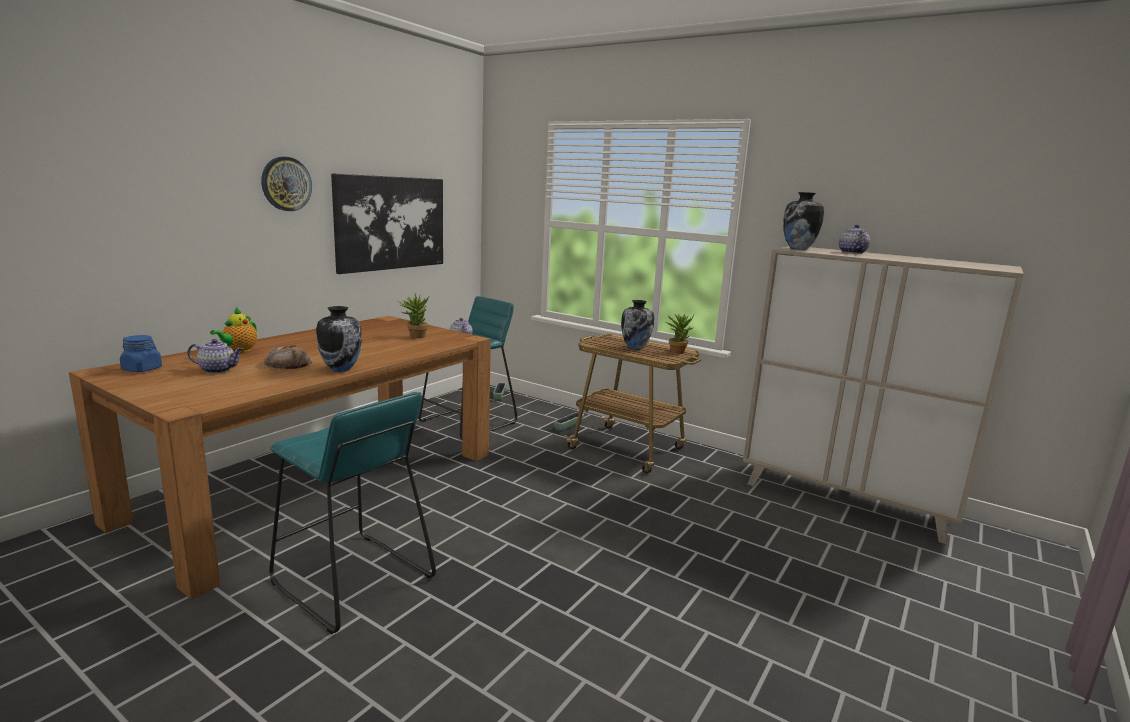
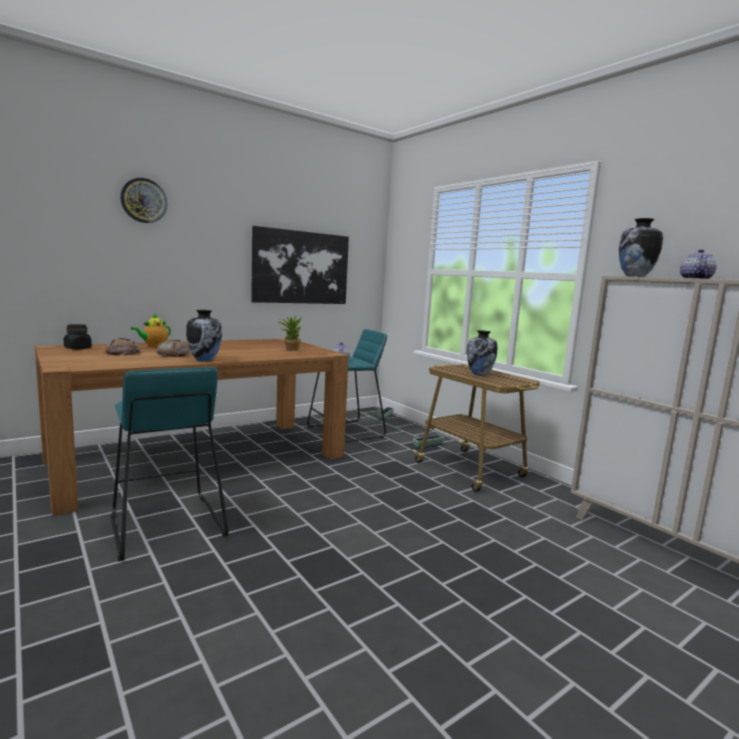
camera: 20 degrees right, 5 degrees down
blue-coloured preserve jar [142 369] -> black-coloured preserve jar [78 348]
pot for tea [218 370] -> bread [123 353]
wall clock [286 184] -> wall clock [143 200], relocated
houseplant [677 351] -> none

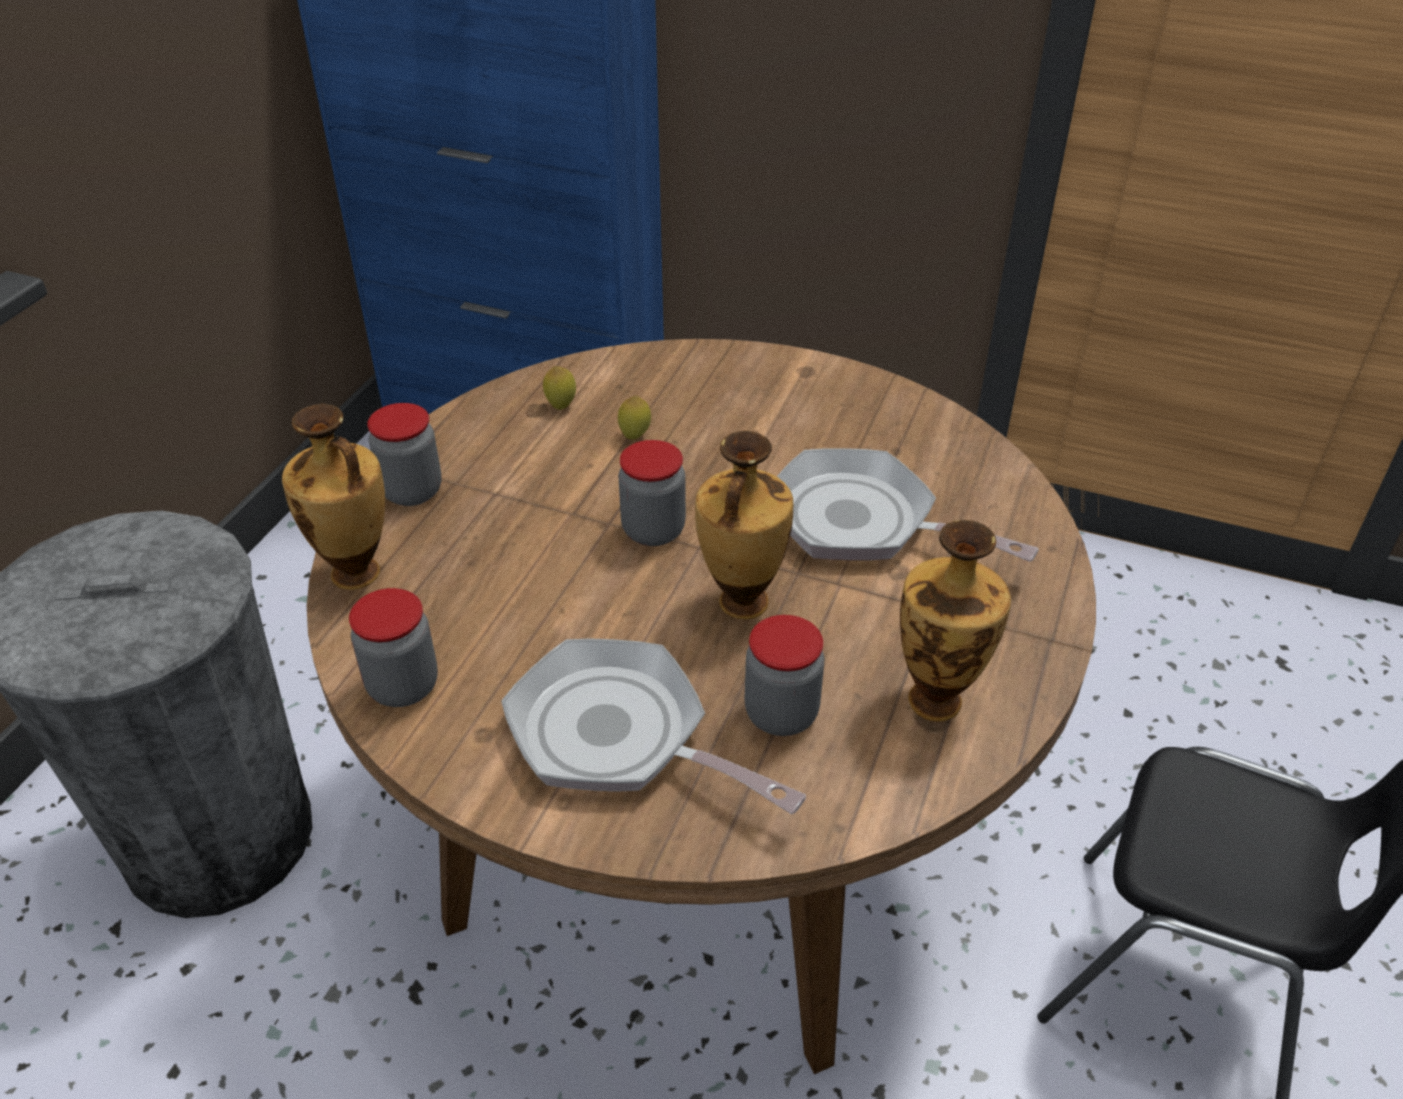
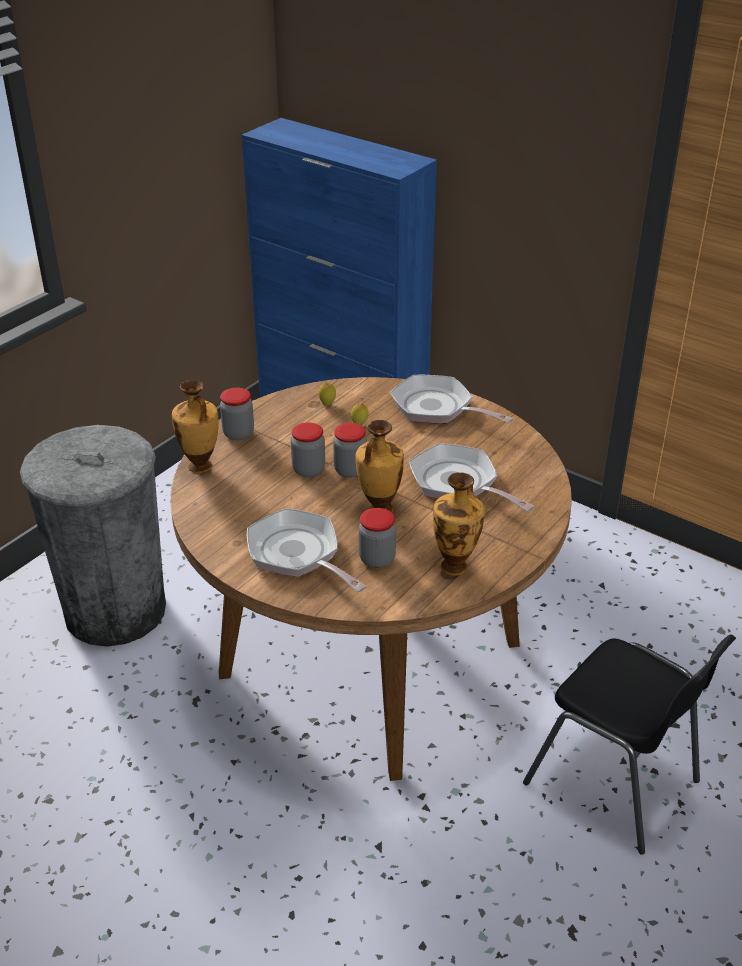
camera: 15 degrees right, 5 degrees down
preserve jar [403 686] -> preserve jar [308 470], relocated
none -> skillet [437 408]

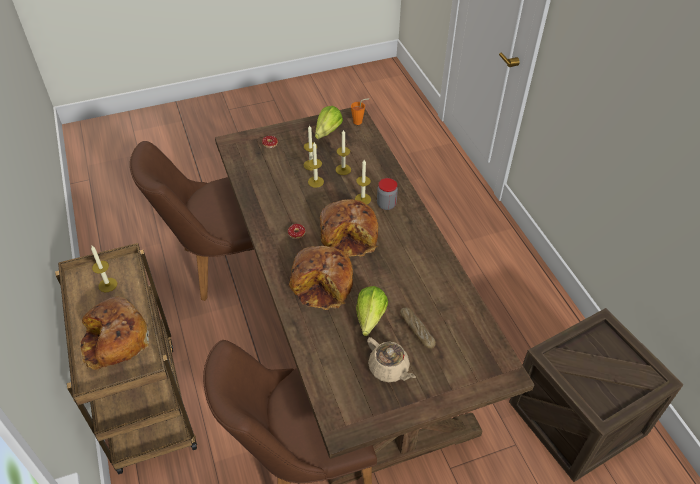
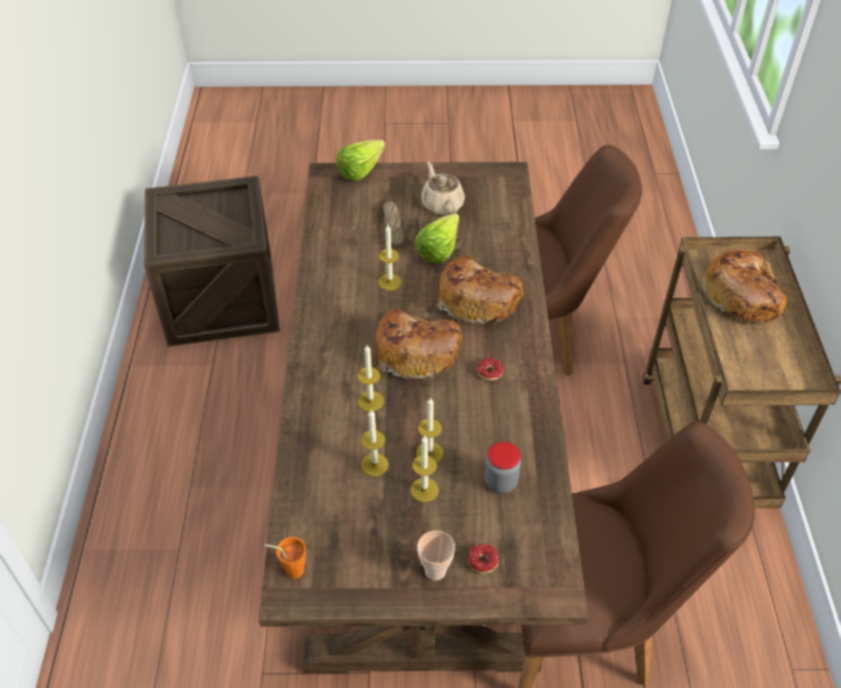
camera: 160 degrees left, 0 degrees up
lettuce head [325 134] -> lettuce head [365 170], relocated
wax candle [107 285] -> wax candle [389 282], relocated
none -> cup [435 571]
preserve jar [386 204] -> preserve jar [501 482], relocated

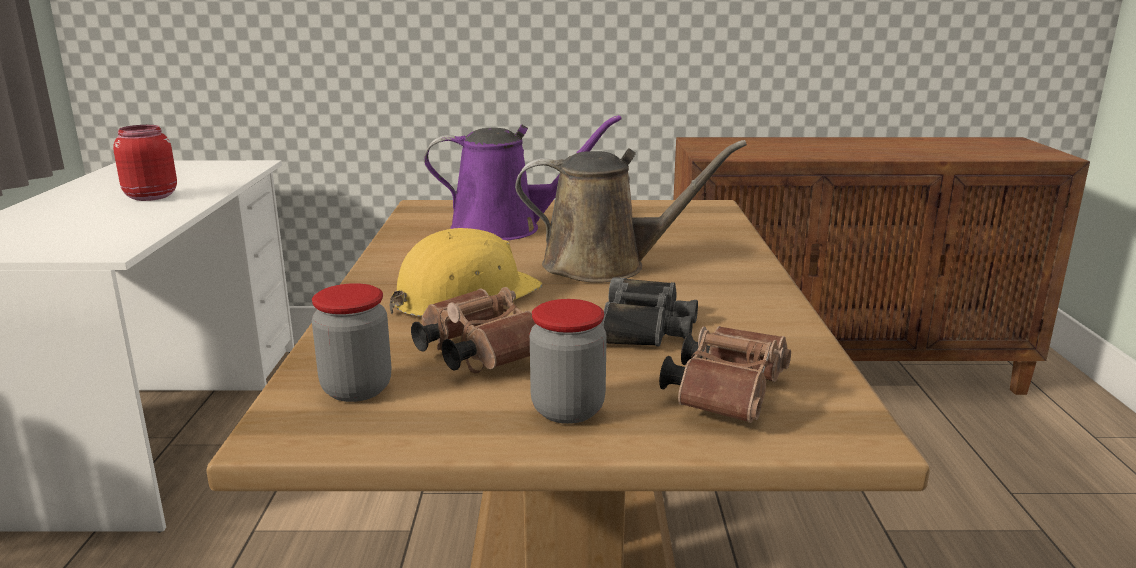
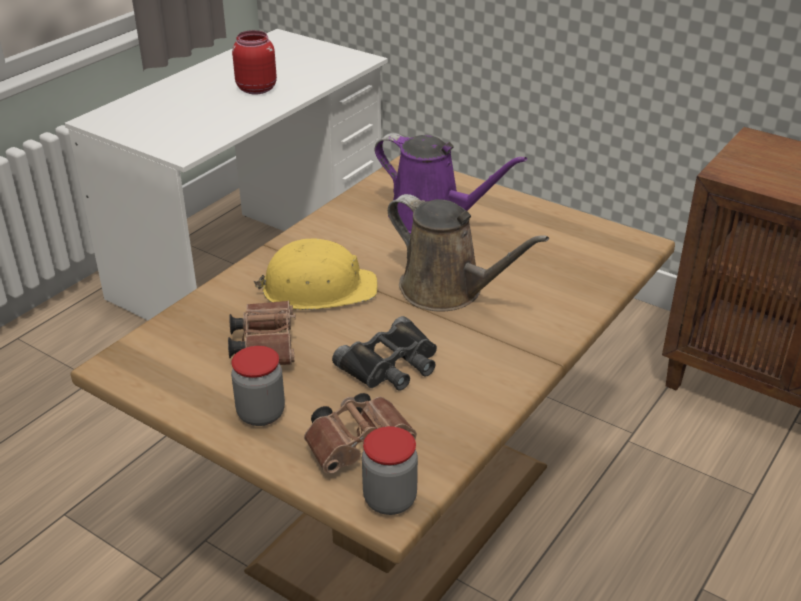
camera: 35 degrees right, 15 degrees up
preserve jar [356 389] -> preserve jar [390 500], relocated

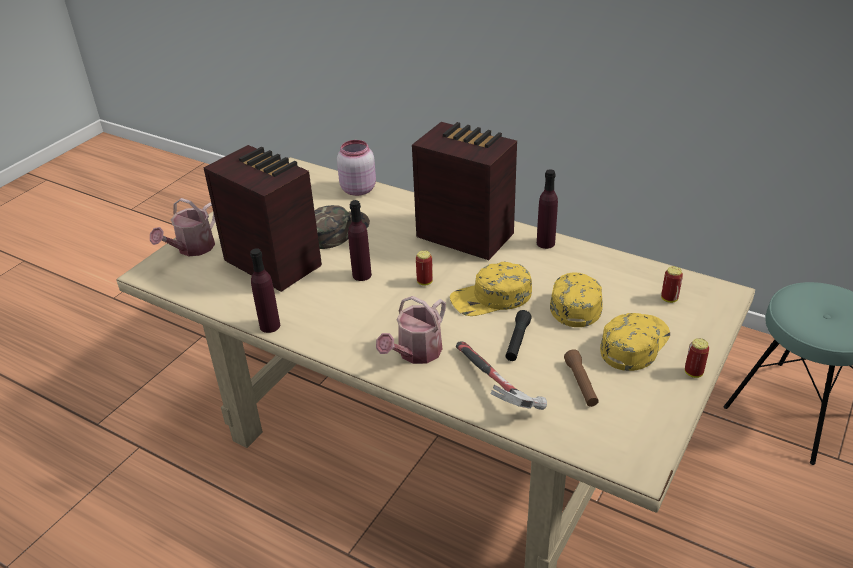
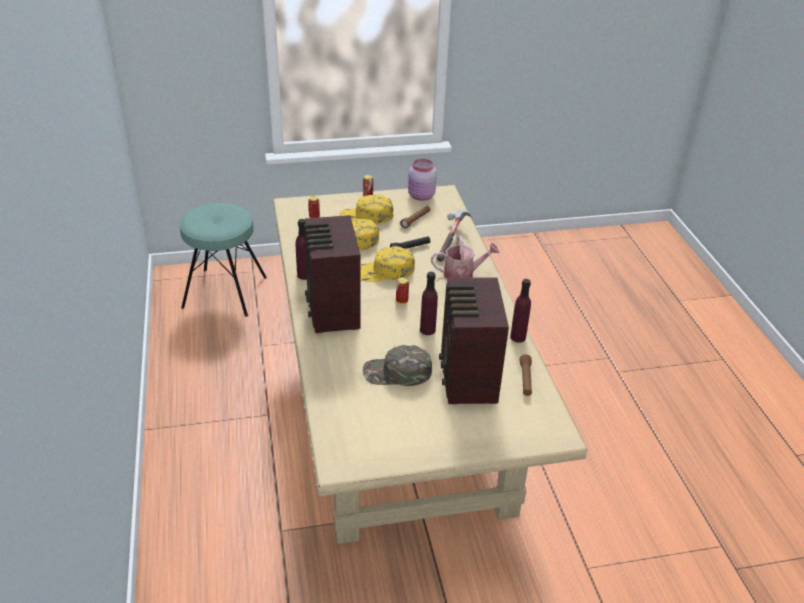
camera: 135 degrees left, 0 degrees up
yellow-coloured peaked cap [491 298] -> yellow-coloured peaked cap [385 271], 135 degrees clockwise
pink preserve jar [357 189] -> pink preserve jar [421 196], relocated
none -> brownish hand torch [525 379]
watering pot [192 249] -> none

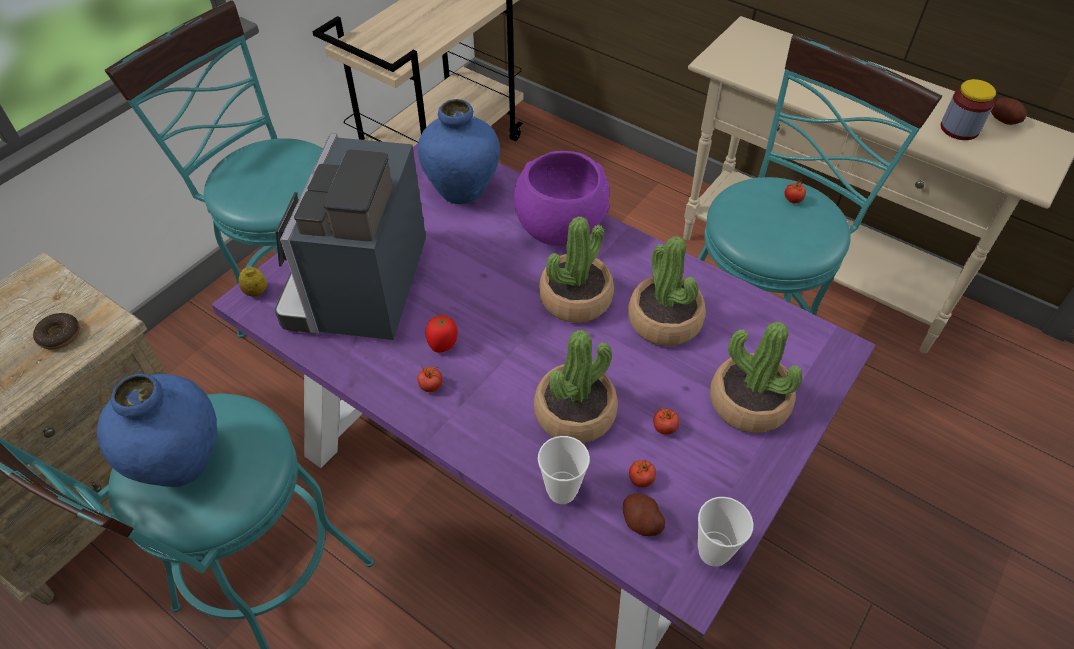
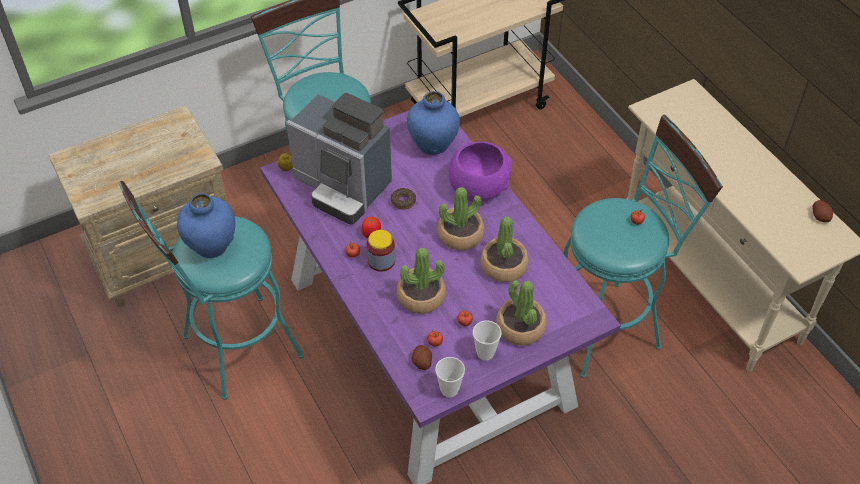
camera: 25 degrees right, 0 degrees up
coffee maker [360 290] -> coffee maker [343 187], 90 degrees counterclockwise
preserve jar [959 129] -> preserve jar [381 261], relocated
donut [60 335] -> donut [403 201], relocated
cup [562 491] -> cup [485 353], relocated

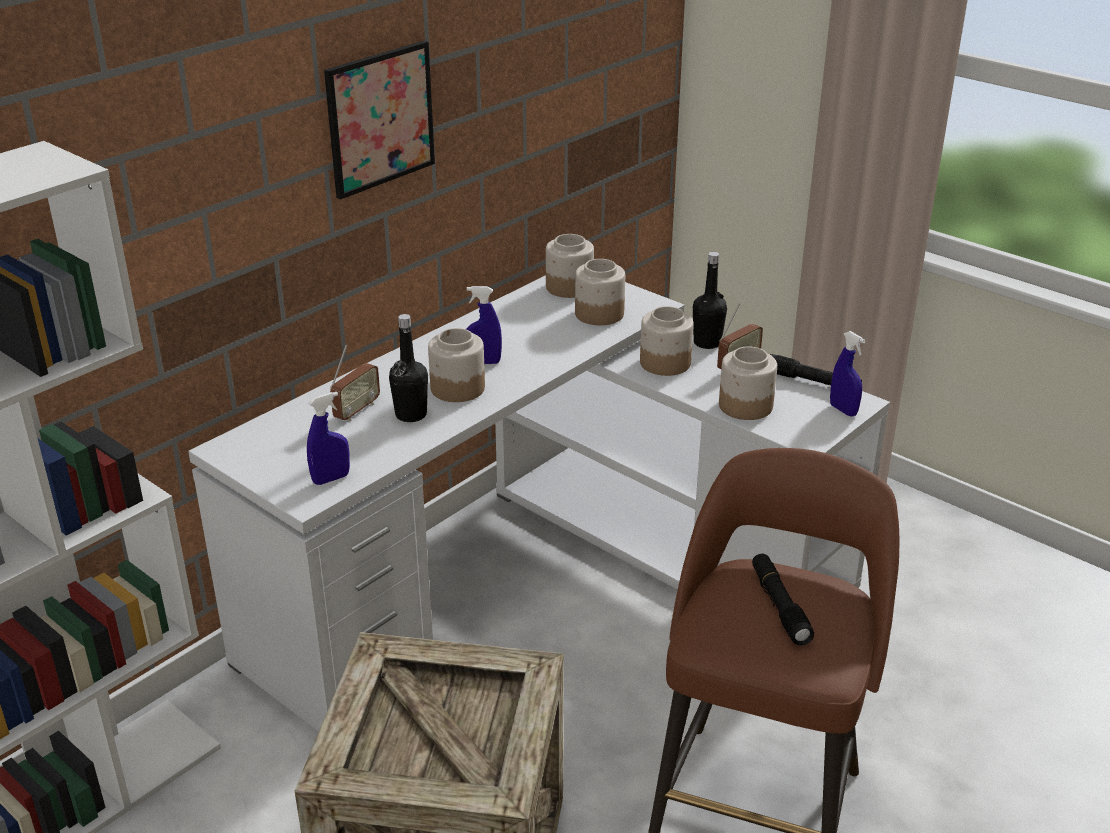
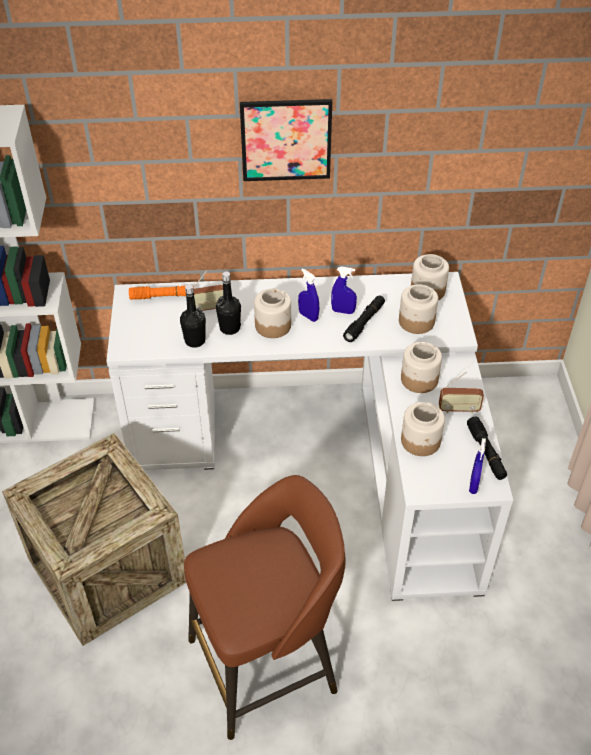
camera: 45 degrees right, 15 degrees up
none -> orange-coloured hand torch [162 296]
black-coloured beverage bottle [707 343] -> black-coloured beverage bottle [195 341], relocated
blue-coloured hand sprayer [331 479] -> blue-coloured hand sprayer [343 311], relocated
black-coloured hand torch [779 606] -> black-coloured hand torch [364 322], relocated

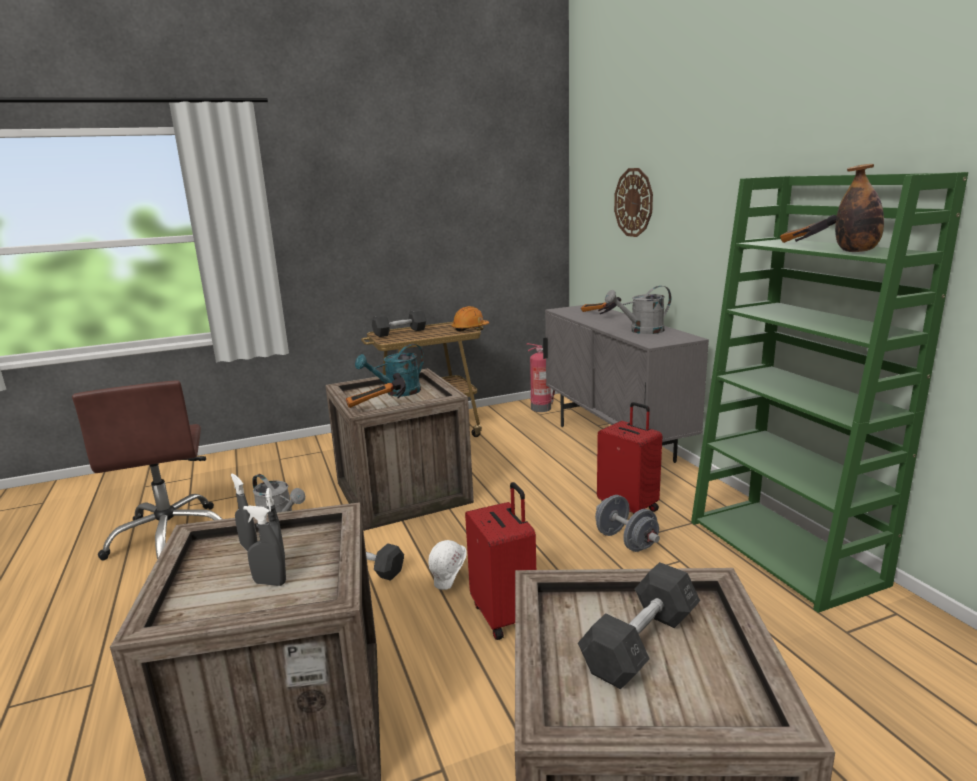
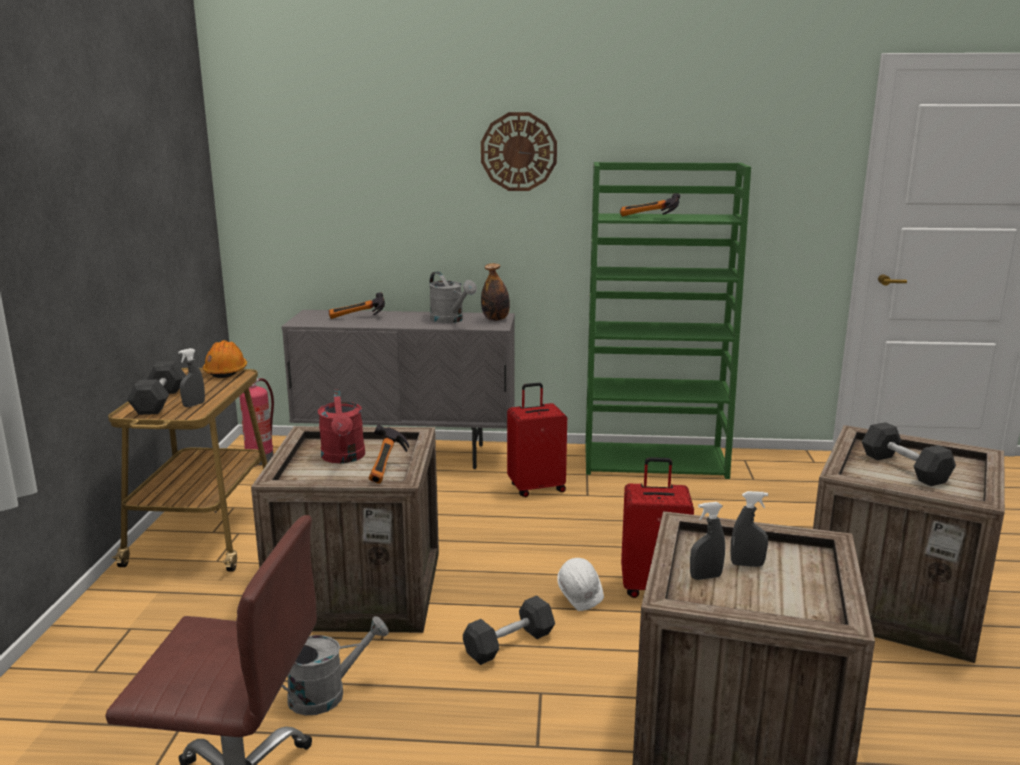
camera: 65 degrees left, 0 degrees up
gray hand sprayer [270 583] -> gray hand sprayer [194 405], relocated
turquoise-coloured watering pot [397 392] -> reddish watering pot [344 458]
gray watering pot [641 331] -> gray watering pot [450 320], 45 degrees counterclockwise
wall clock [634 202] -> wall clock [518 152], relocated
beverage bottle [856 251] -> beverage bottle [495 319], relocated
gray hand weight [626 541] -> none

